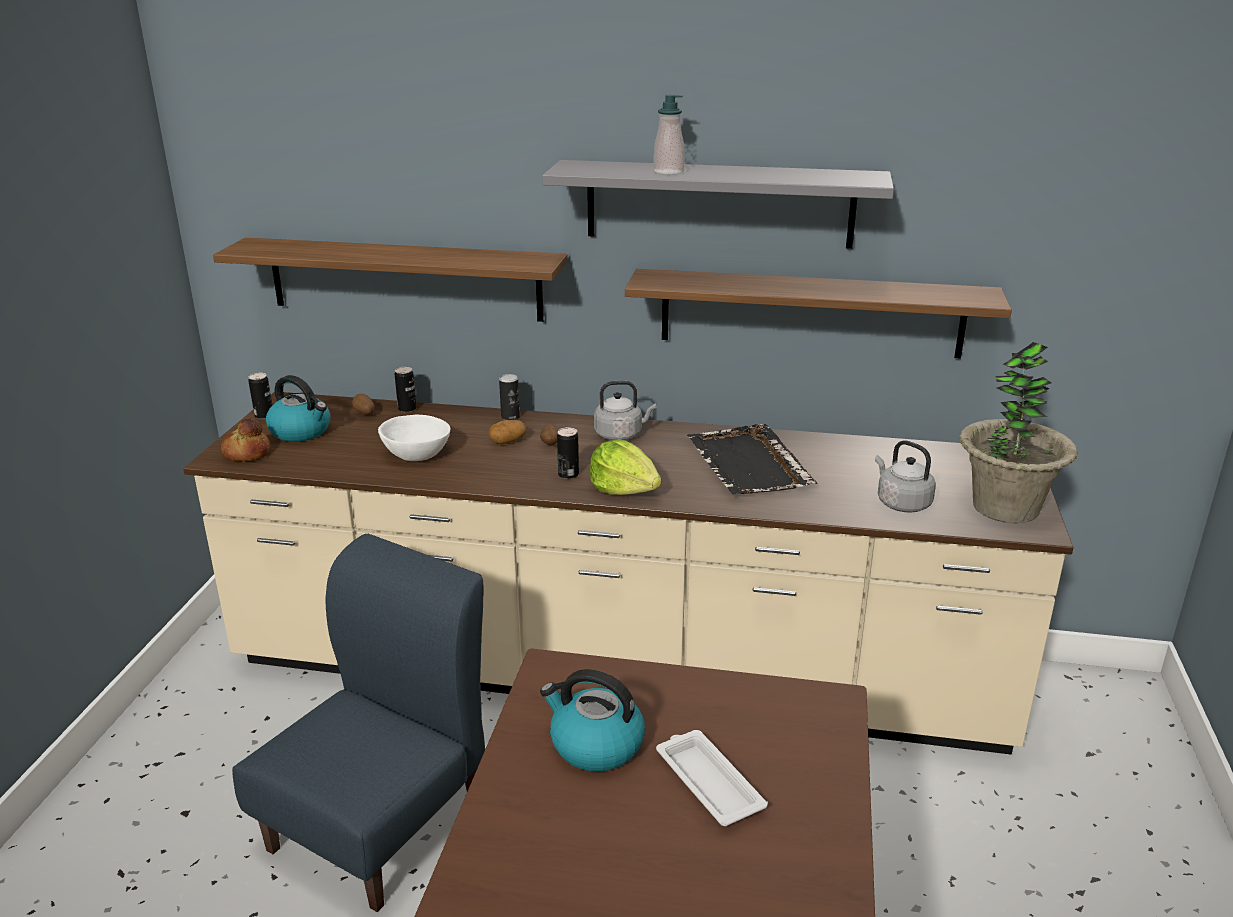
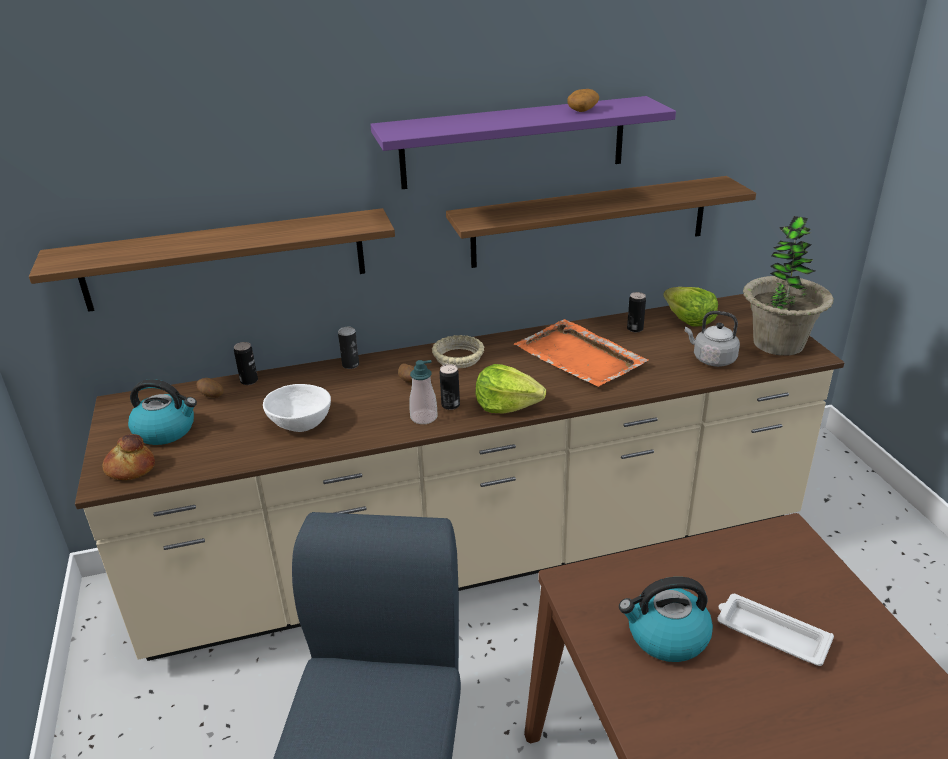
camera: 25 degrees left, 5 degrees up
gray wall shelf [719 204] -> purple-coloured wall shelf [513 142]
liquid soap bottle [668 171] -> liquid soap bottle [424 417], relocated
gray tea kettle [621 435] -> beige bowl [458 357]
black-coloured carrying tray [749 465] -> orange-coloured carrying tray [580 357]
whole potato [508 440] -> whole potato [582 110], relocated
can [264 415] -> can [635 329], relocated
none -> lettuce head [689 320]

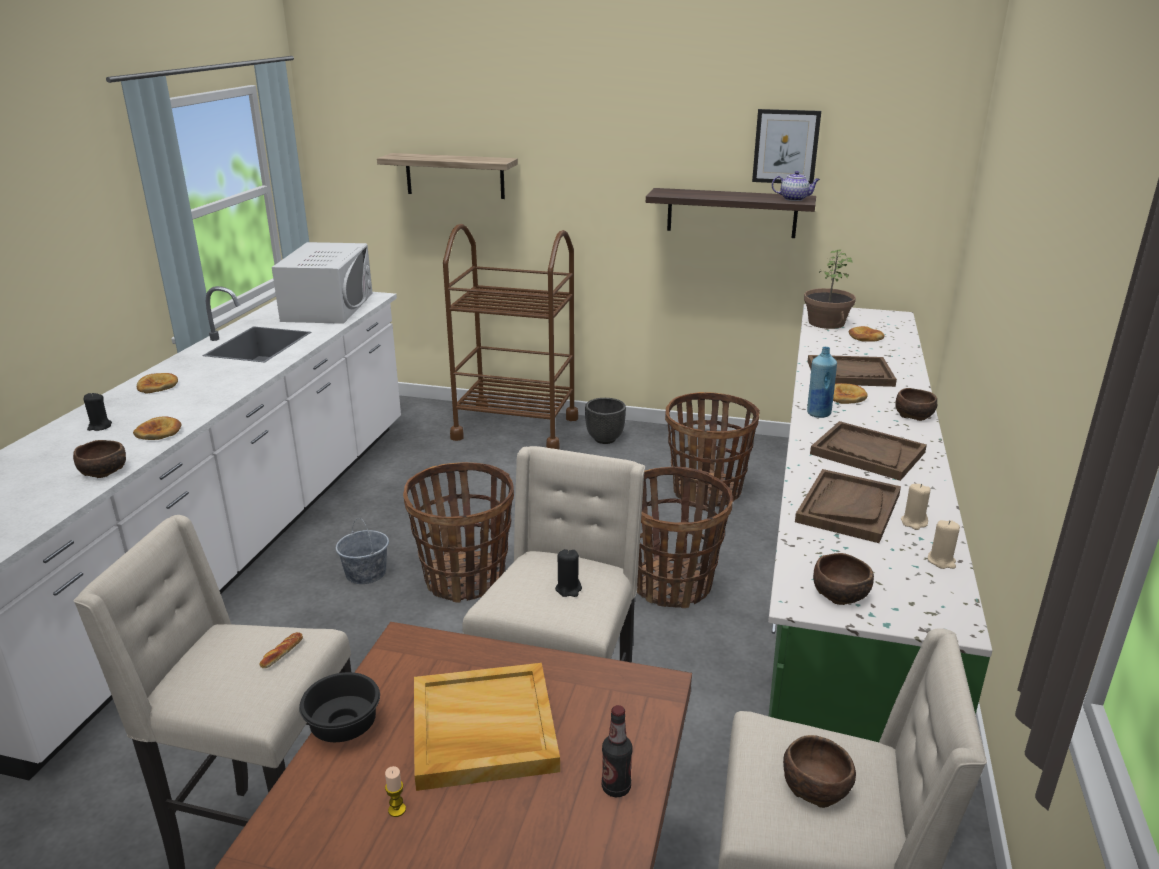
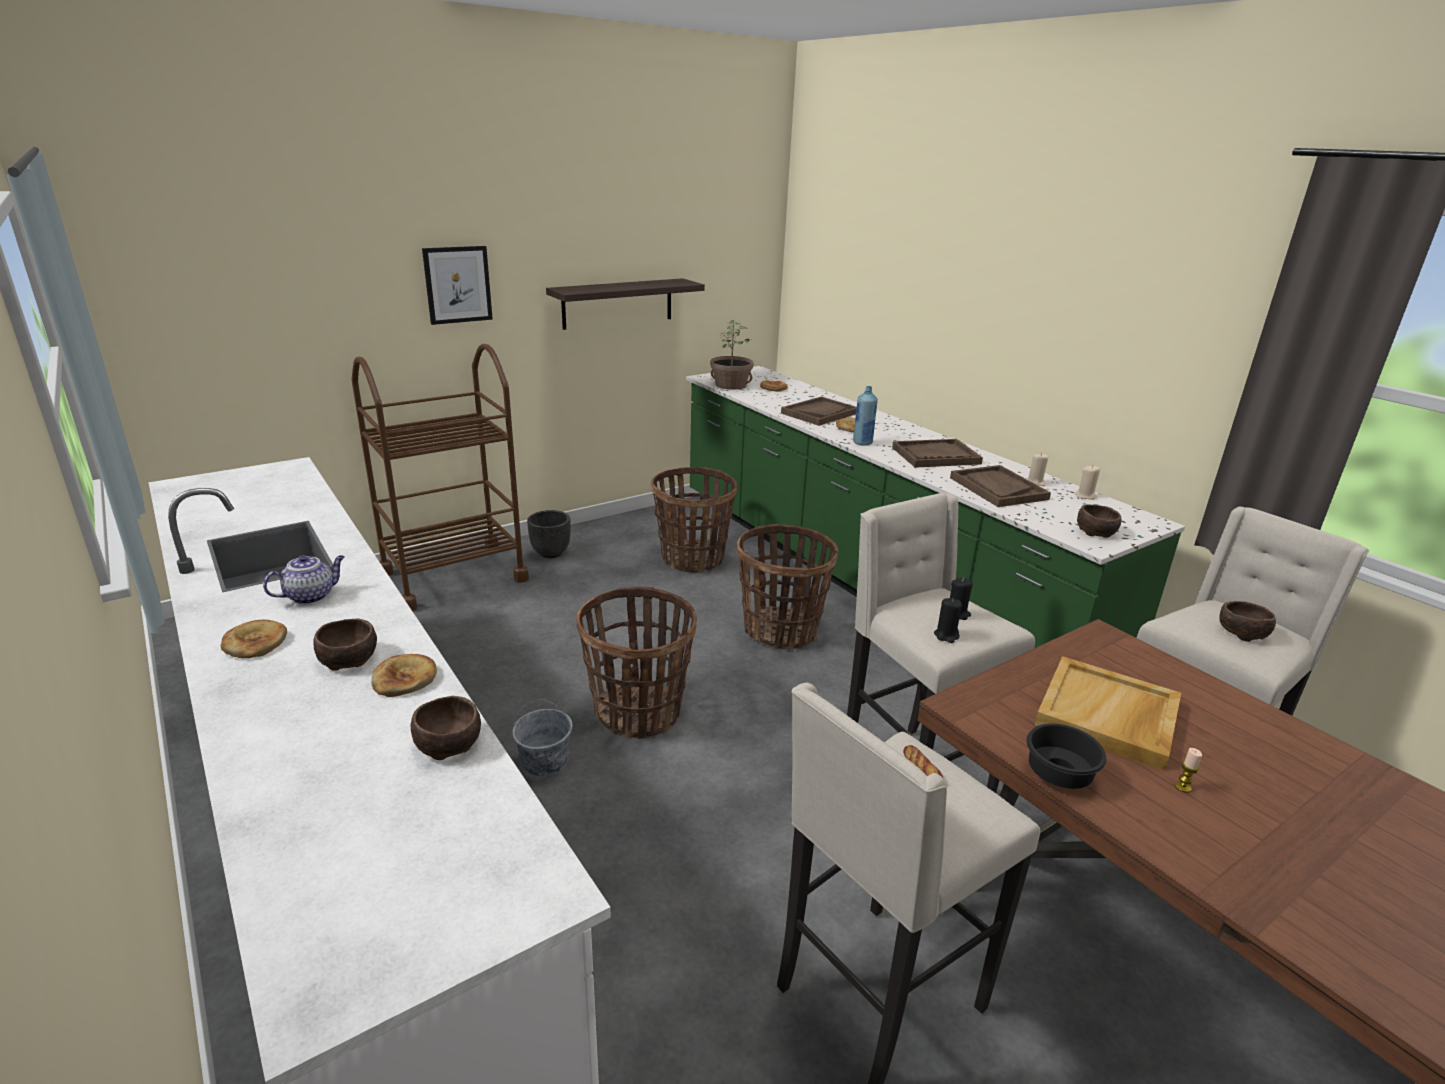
camera: 50 degrees left, 0 degrees up
pot for tea [794 199] -> pot for tea [311 596], relocated
brownish bowl [915 415] -> brownish bowl [350 658], relocated
wall picture [786 146] -> wall picture [457 284], relocated
black-coloured wax candle [99 426] -> black-coloured wax candle [946 635], relocated
whitish kitchen microwave [328 307] -> none
wall shelf [454 176] -> none
beverage bottle [616 787] -> none

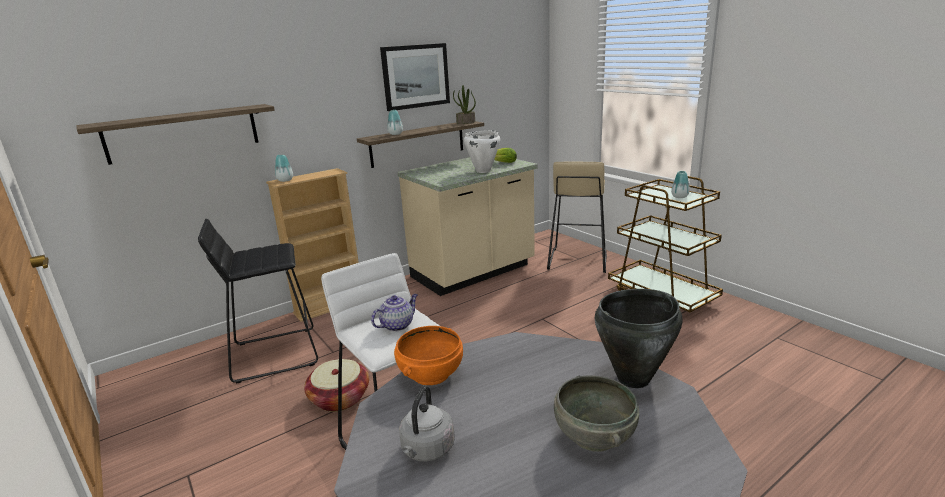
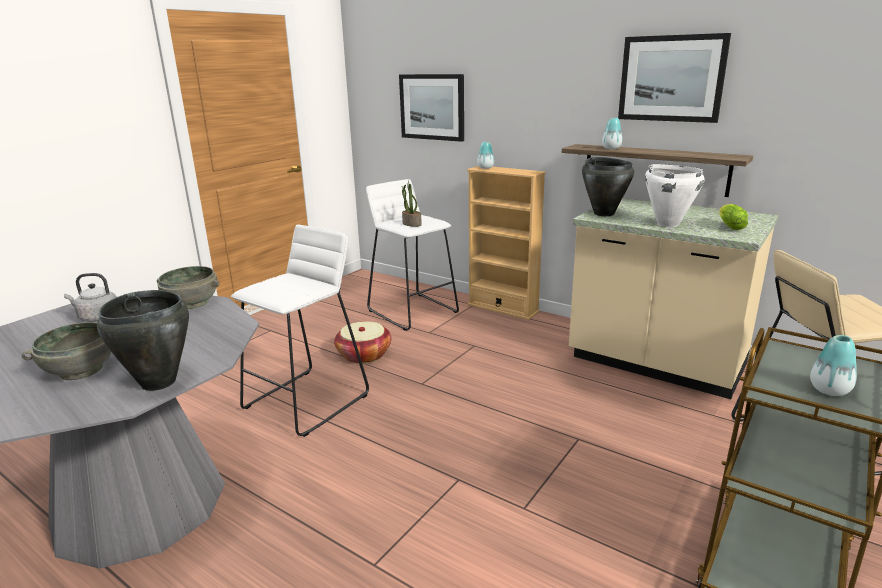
camera: 70 degrees right, 0 degrees up
orange-coloured bowl [430 374] -> gray bowl [192 303]
black-coloured stool [274 354] -> whitish stool [413 311]
wall shelf [183 133] -> wall picture [432 107]
houseplant [465 122] -> houseplant [411 224], relocated
none -> black-coloured cooking pot [604 213]
pot for tea [397 325] -> none

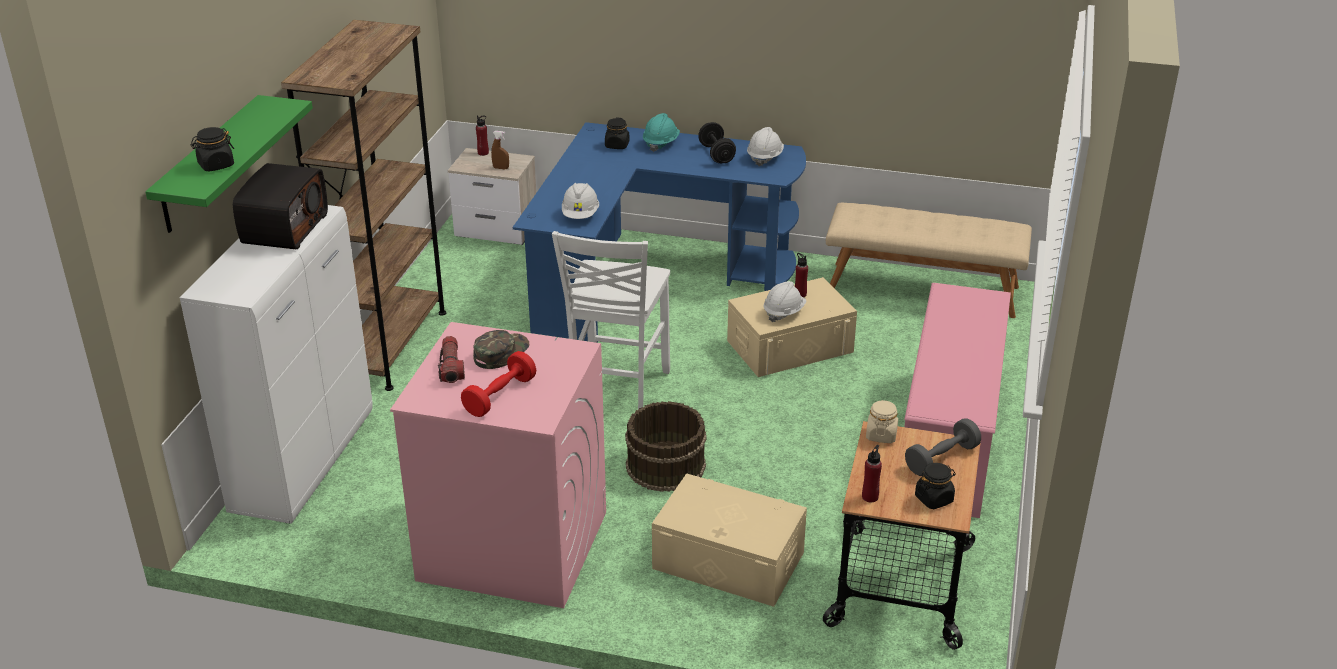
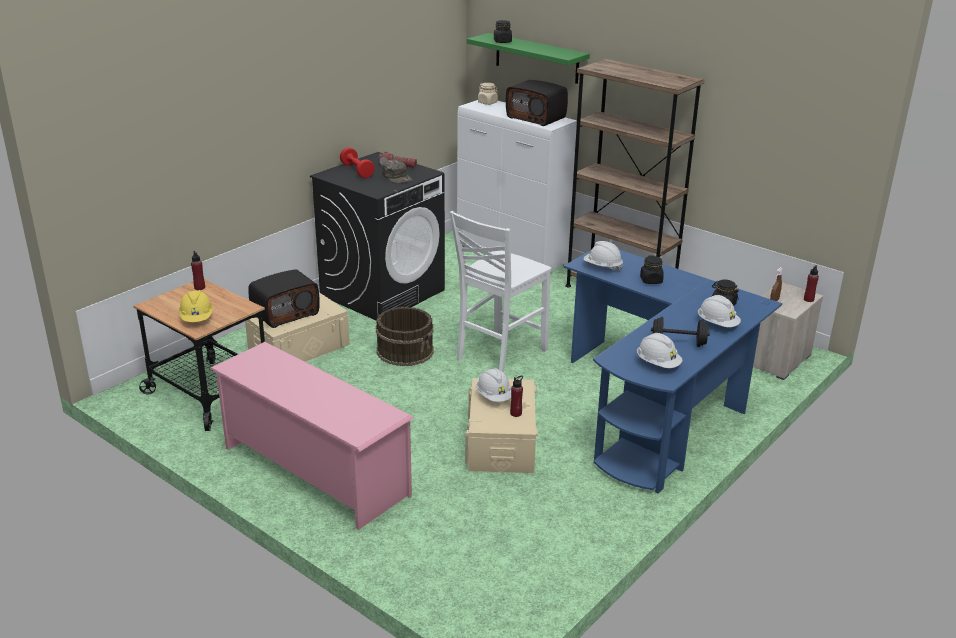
camera: 115 degrees right, 5 degrees down
gray hand weight [941 459] -> yellow-coloured safety helmet [197 318]
none -> radio set [285 313]
pink washing machine [511 545] -> black-coloured washing machine [383 292]
whitish plain chair [617 394] -> whitish plain chair [499 354], 90 degrees counterclockwise
beige preserve jar [881 435] -> beige preserve jar [487 103], relocated
black-coloured preserve jar [934 499] -> black-coloured preserve jar [651 280], relocated
turquoise-coloured safety helmet [661 143] -> whitish safety helmet [717 324]
beige bench [923 289] -> none

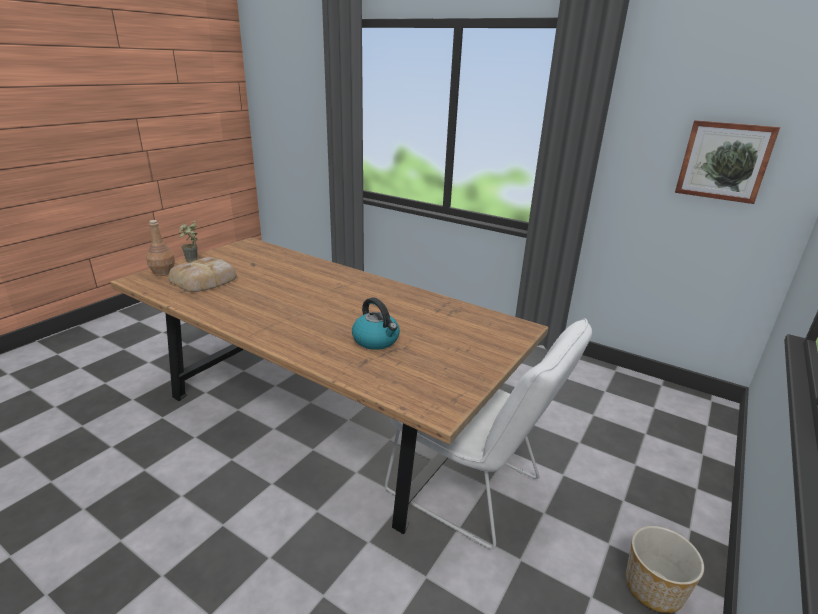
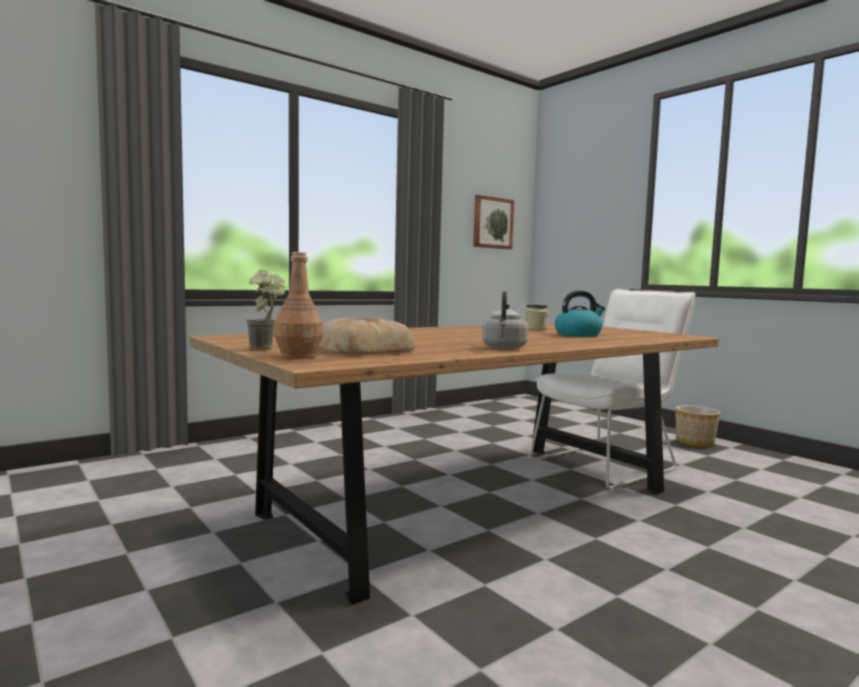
camera: 70 degrees left, 20 degrees down
none -> gray tea kettle [504 348]
none -> preserve jar [536 329]

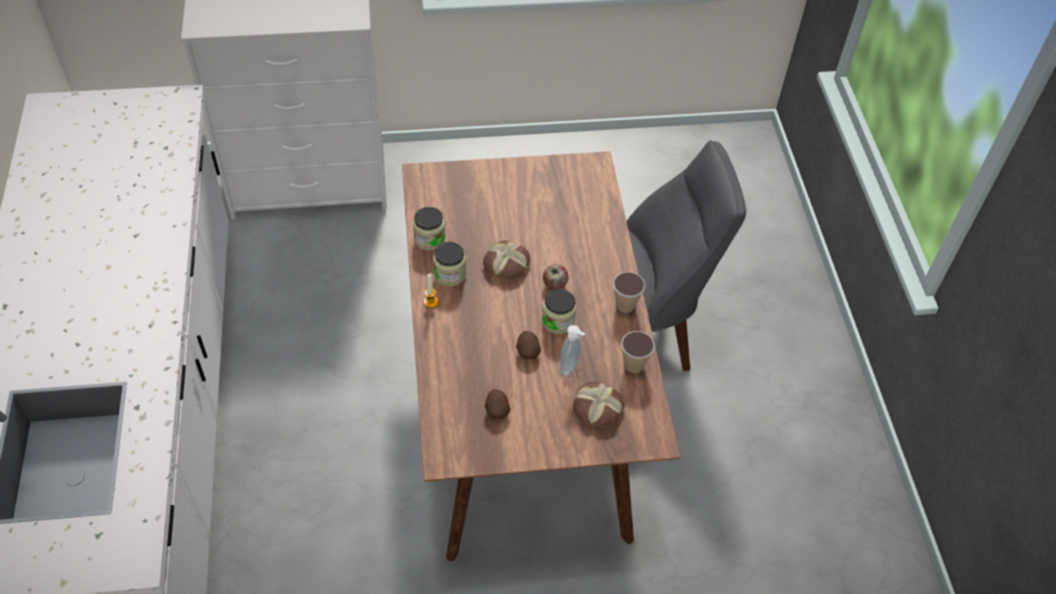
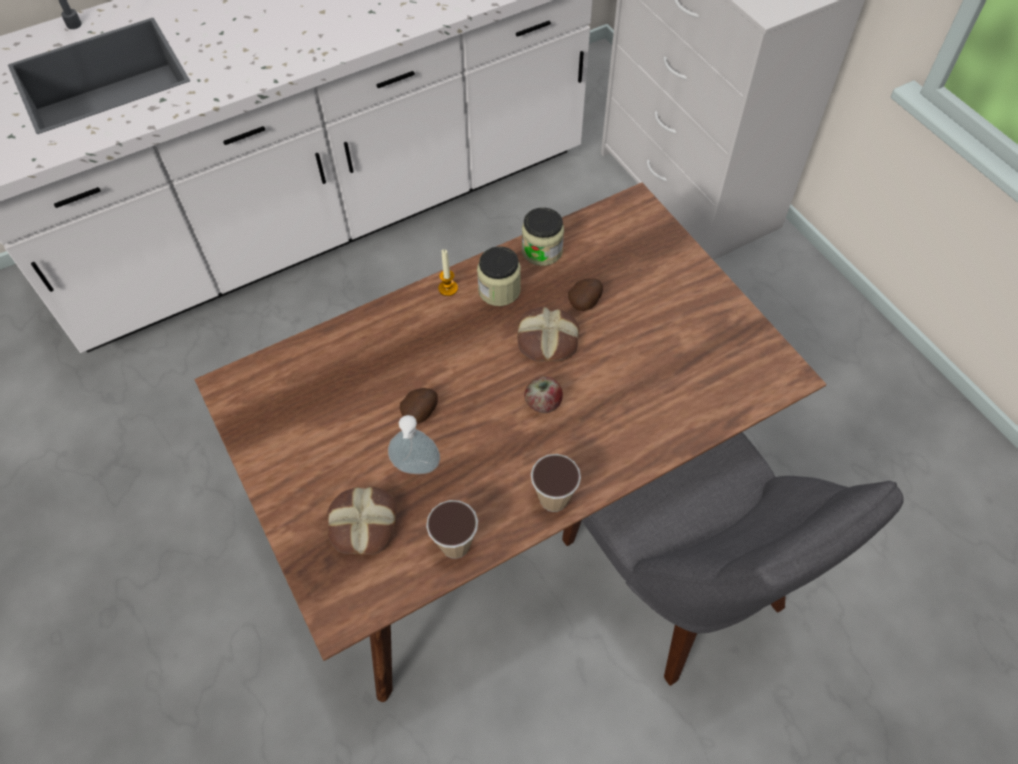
camera: 70 degrees right, 5 degrees up
whole potato [496 409] -> whole potato [585 302], relocated
preserve jar [558 321] -> none

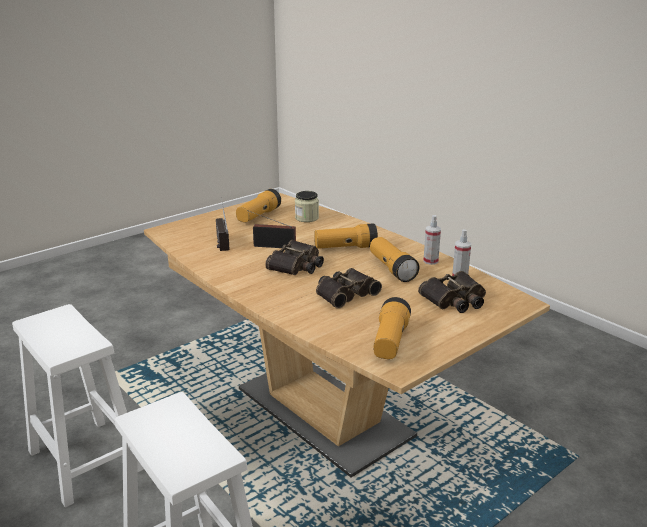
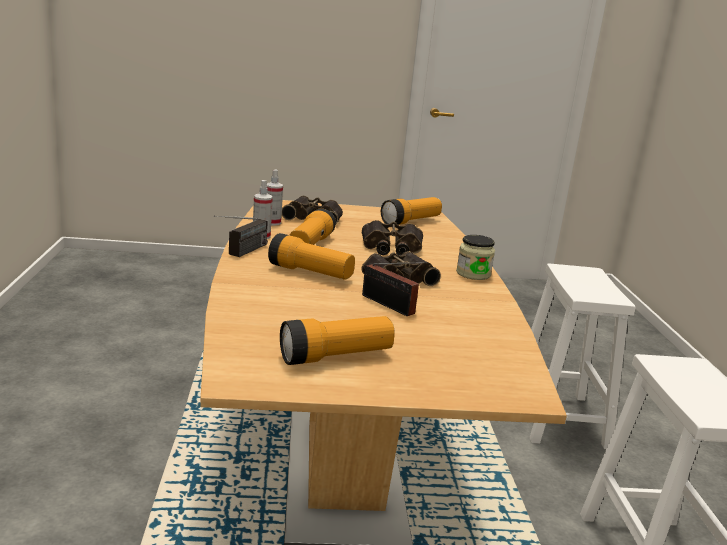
camera: 145 degrees left, 5 degrees down
radio set [221 239] -> radio set [241 253], relocated
preserve jar [306 218] -> preserve jar [473 274], relocated

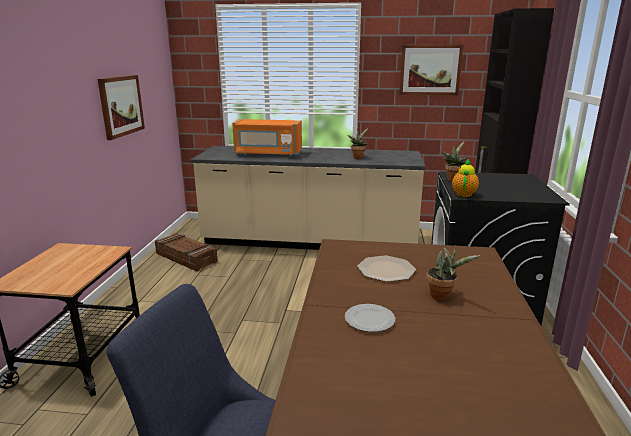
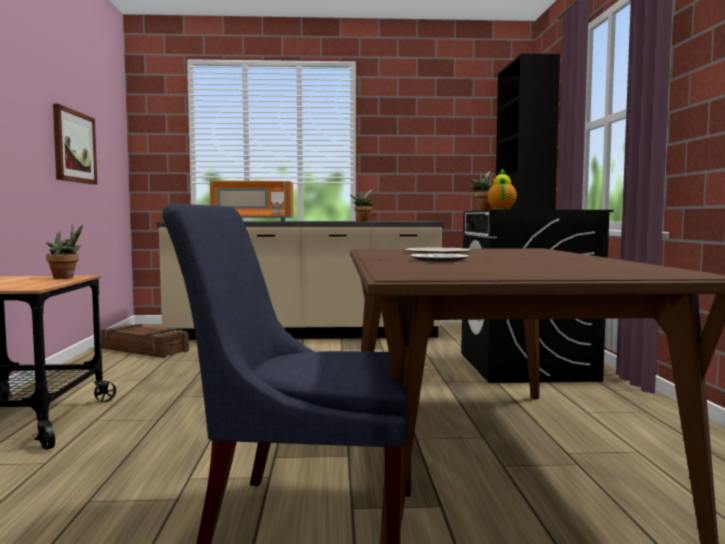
camera: 10 degrees left, 15 degrees down
houseplant [443 296] -> houseplant [66 278], relocated
wall picture [430 70] -> none

